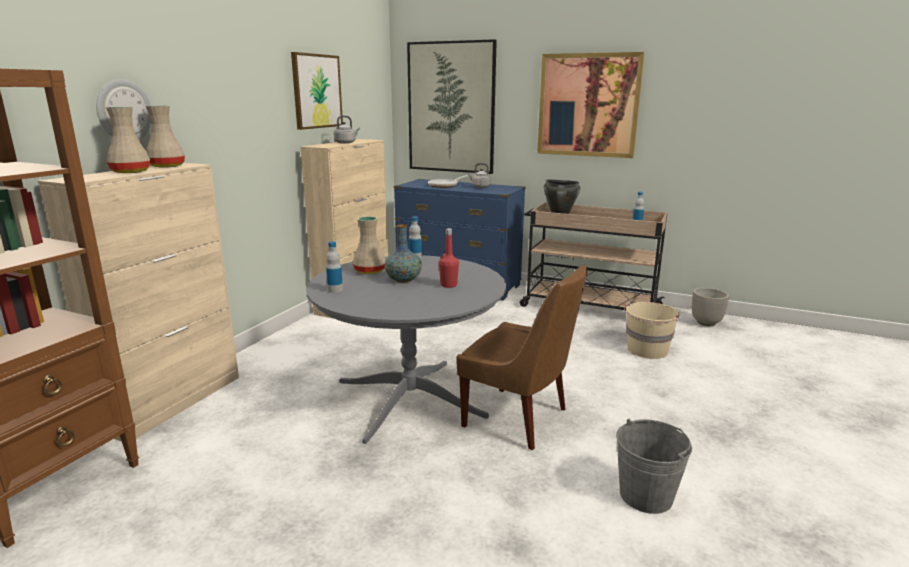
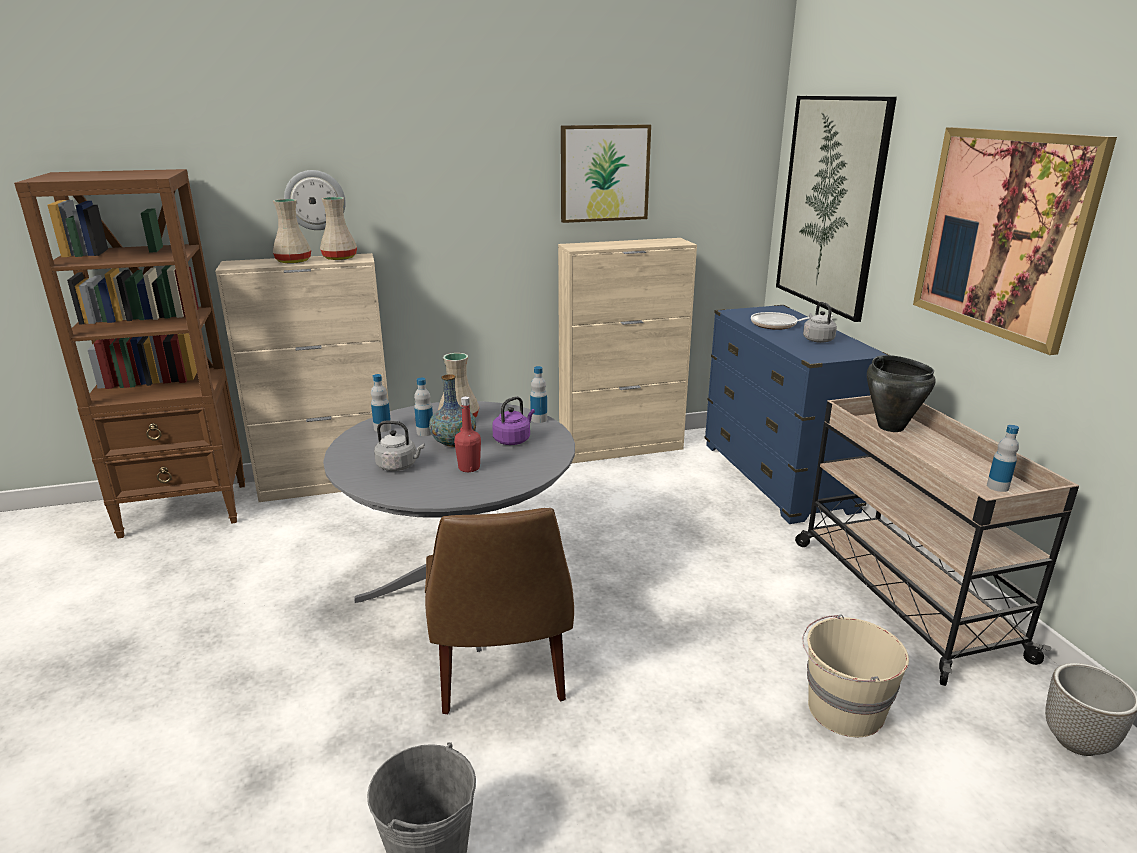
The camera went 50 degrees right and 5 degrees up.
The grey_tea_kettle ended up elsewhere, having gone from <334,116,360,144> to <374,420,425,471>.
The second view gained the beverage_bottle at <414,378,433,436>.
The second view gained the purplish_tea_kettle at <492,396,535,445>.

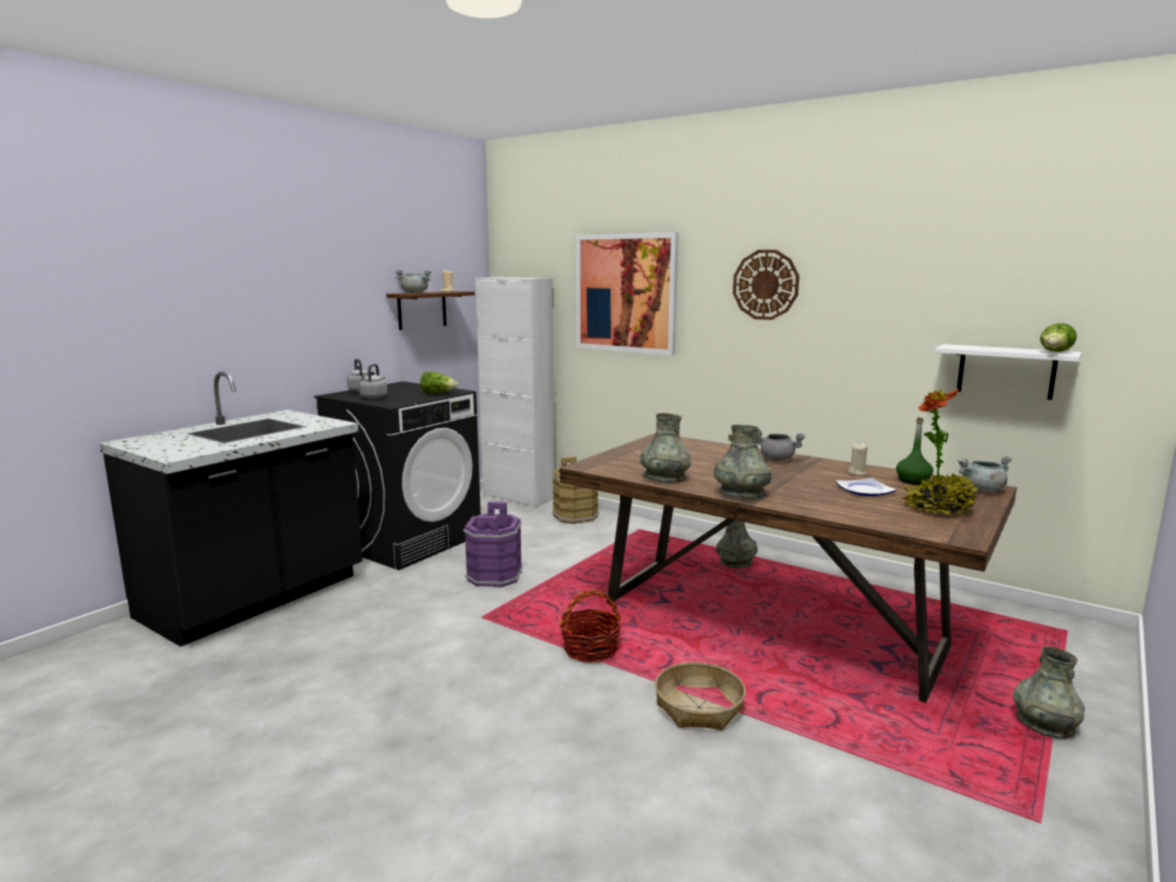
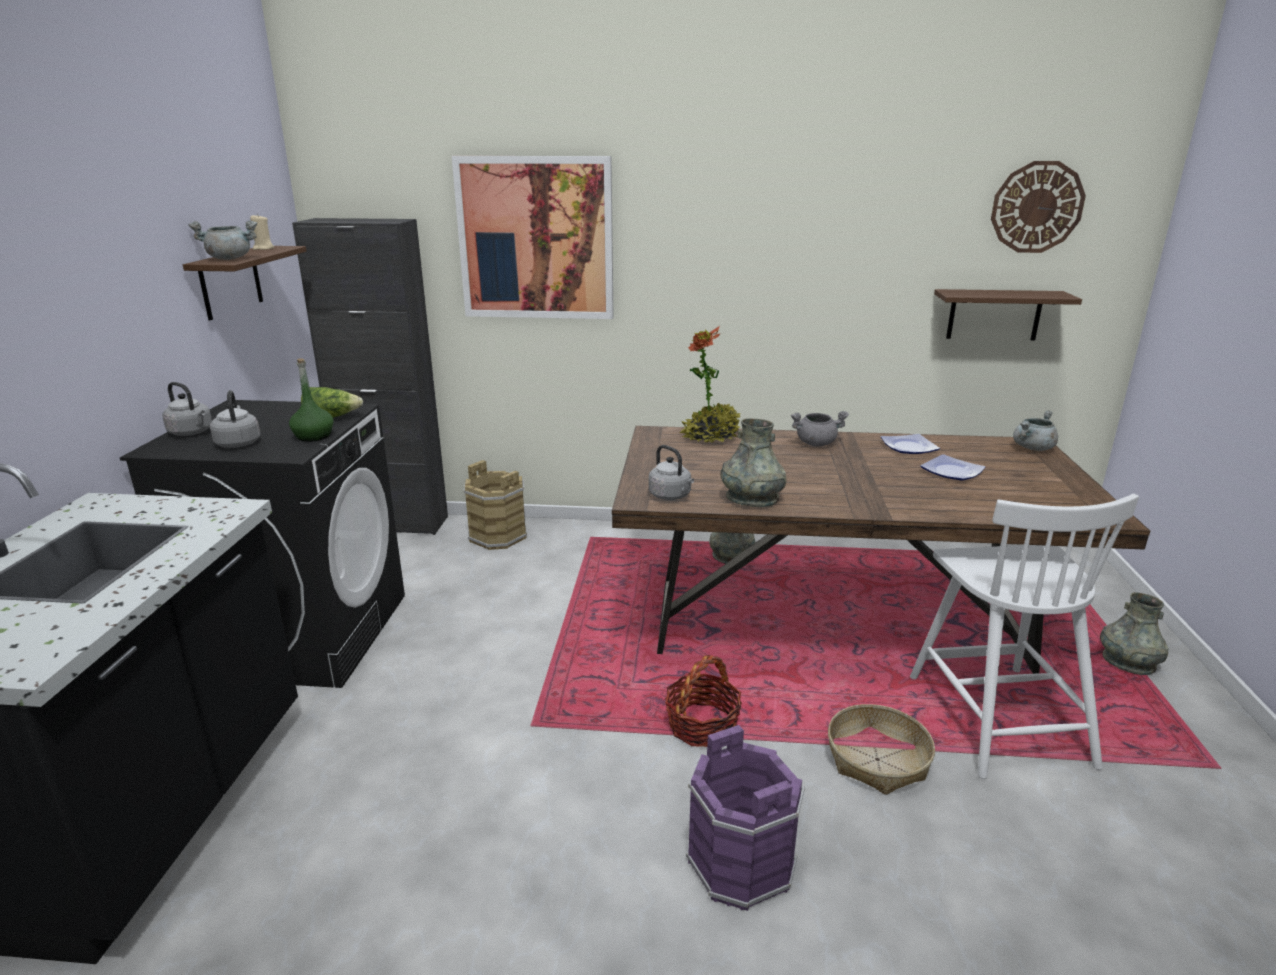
The camera went 30 degrees left and 10 degrees up.
The purplish_water_bucket ended up elsewhere, having gone from <463,502,522,587> to <686,725,805,911>.
What was the whitish_storage_cabinet at <475,277,555,508> turned into the black_storage_cabinet at <292,218,448,535>.
The second view lost the grey_decorative_vase at <714,425,772,499>.
The clock_on_the_wall ended up elsewhere, having gone from <733,250,799,320> to <991,161,1086,253>.
Where the sand-coloured_candle stood at <848,443,868,475>, the dinner_plate came to stand at <881,434,940,454>.
The green-coloured_beverage_bottle ended up elsewhere, having gone from <896,417,933,485> to <289,358,334,442>.
The houseplant ended up elsewhere, having gone from <901,388,978,515> to <679,327,741,443>.
What was the whitish_bracket_shelf at <935,344,1082,400> turned into the brown-coloured_bracket_shelf at <934,289,1082,340>.
The second view lost the lettuce at <1040,323,1077,352>.
The second view gained the grey_tea_kettle at <649,445,694,500>.
The second view gained the whitish_chair at <910,494,1139,779>.

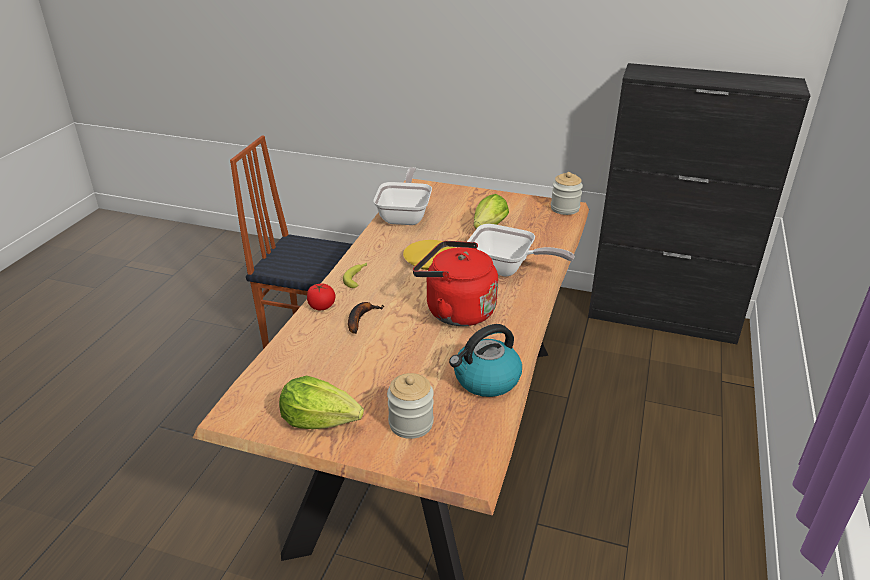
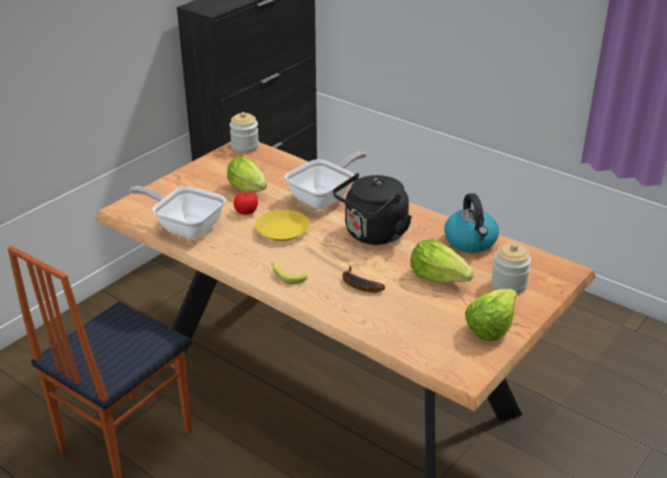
The camera went 70 degrees left and 0 degrees up.
The tomato ended up elsewhere, having gone from <307,284,335,310> to <234,191,258,215>.
What was the red-coloured_tea_kettle at <413,241,498,326> turned into the black_tea_kettle at <333,173,412,245>.
The second view gained the lettuce at <410,240,474,282>.

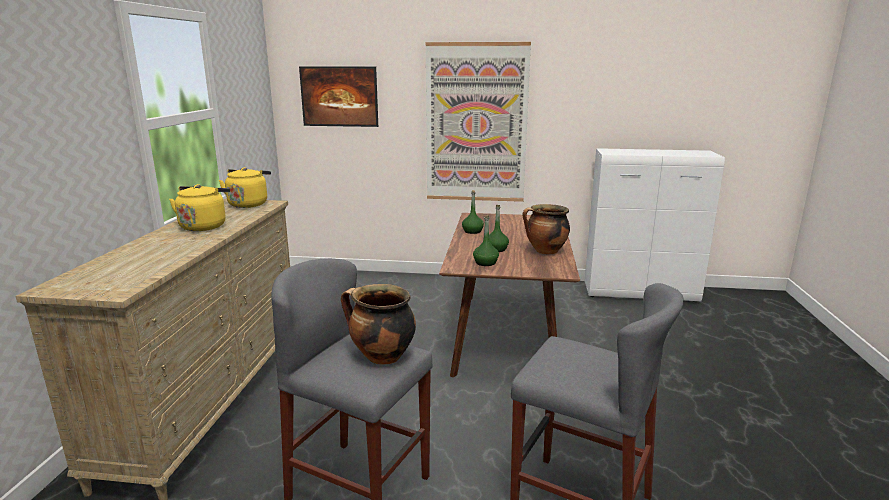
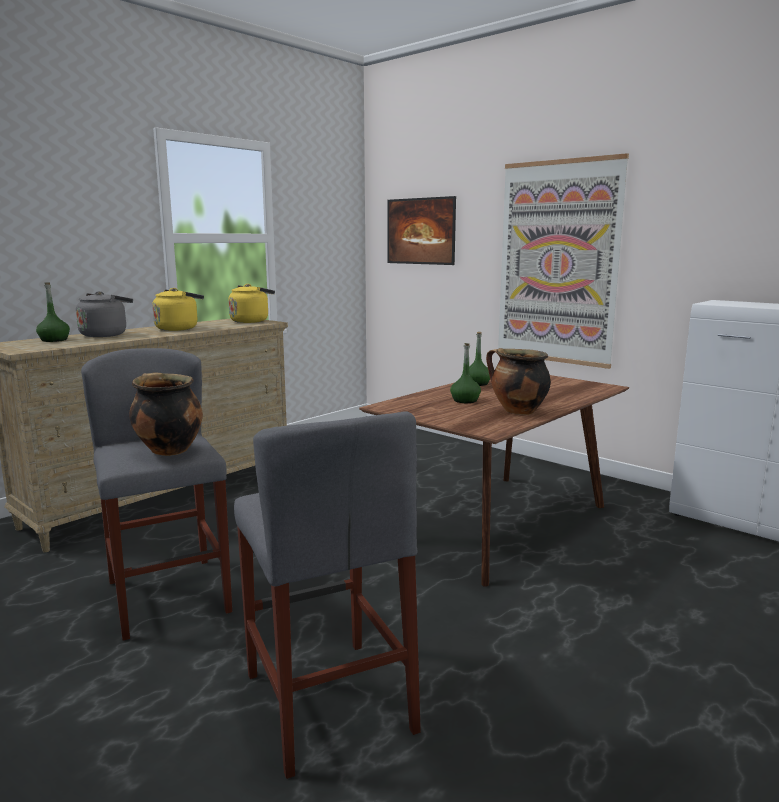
The camera went 35 degrees right and 5 degrees down.
The green-coloured_beverage_bottle ended up elsewhere, having gone from <473,215,499,266> to <36,282,70,342>.
The second view gained the grey_tea_kettle at <76,291,133,337>.

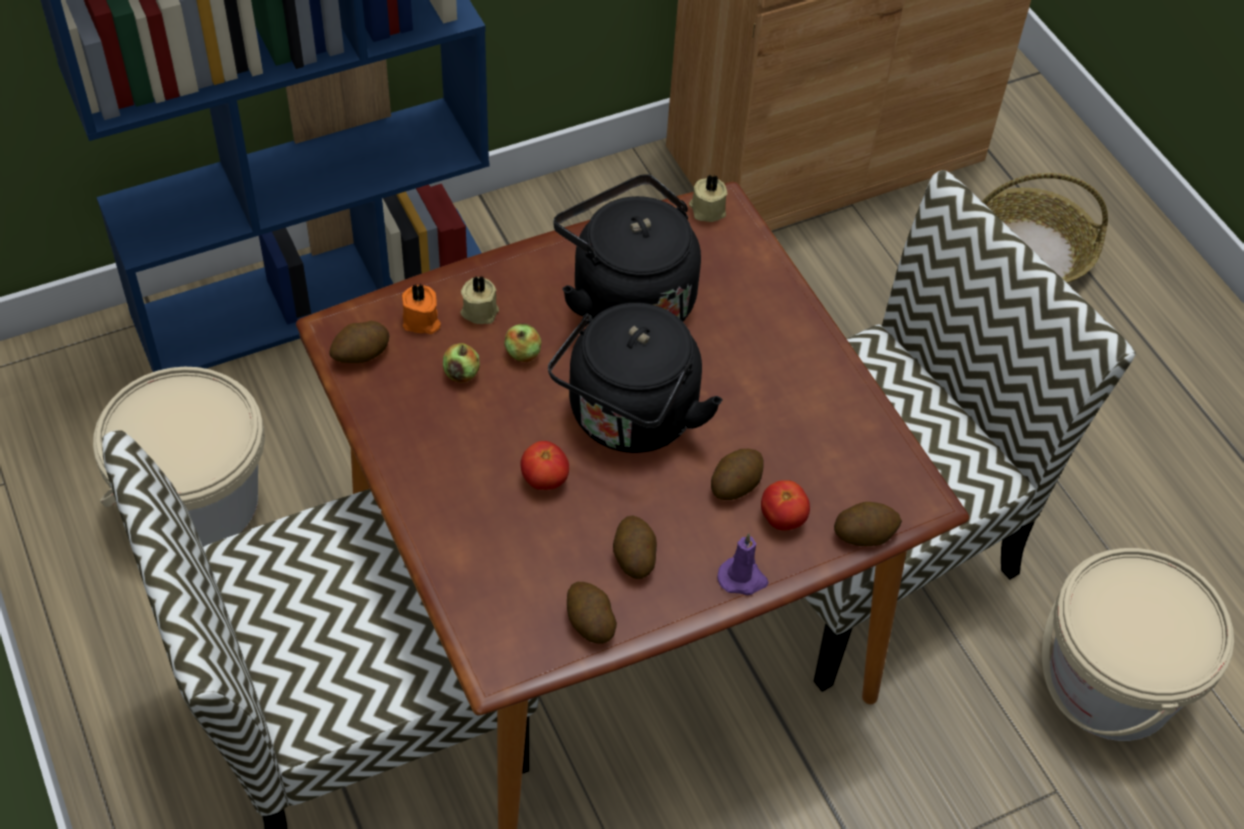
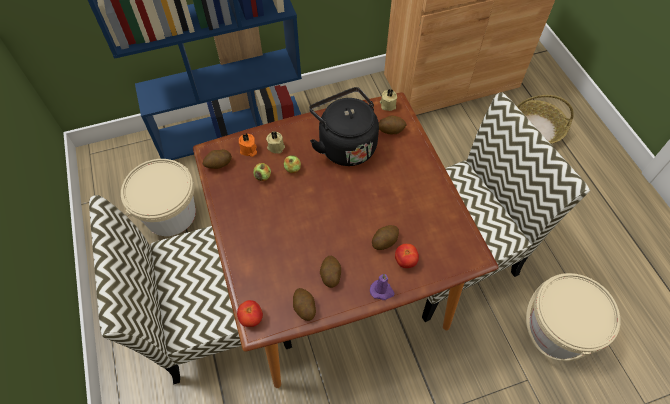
The camera went 10 degrees right and 5 degrees up.
The tomato ended up elsewhere, having gone from <520,441,569,490> to <237,300,263,327>.
The second view lost the black_tea_kettle at <548,303,723,453>.
The potato ended up elsewhere, having gone from <834,502,902,546> to <379,116,407,134>.

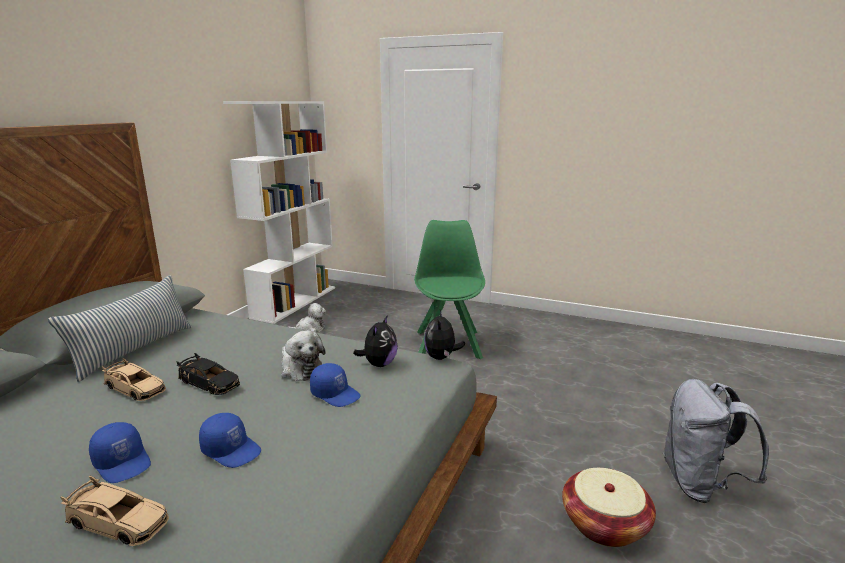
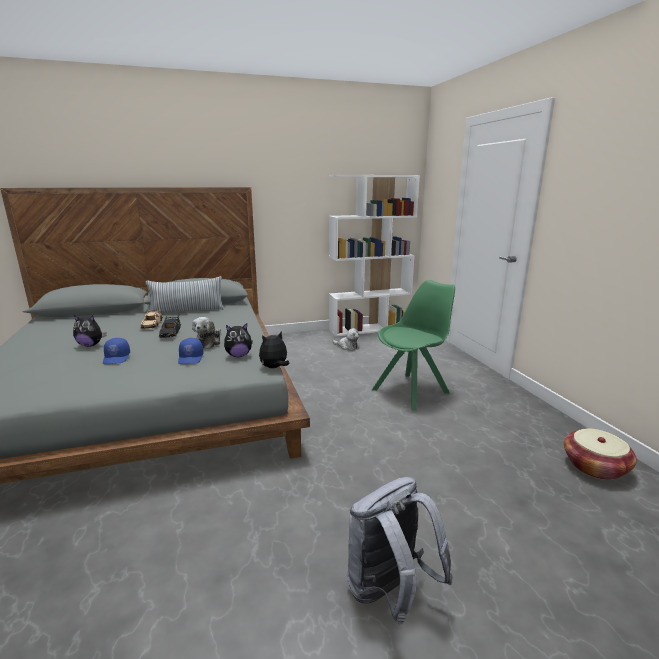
The camera went 50 degrees right and 0 degrees up.
The second view lost the sand-coloured_model_car at <60,476,169,546>.
Where the bluish_cap stood at <89,422,151,483>, the soft_toy came to stand at <73,315,107,347>.
The storage_basket ended up elsewhere, having gone from <562,468,656,547> to <564,429,637,480>.

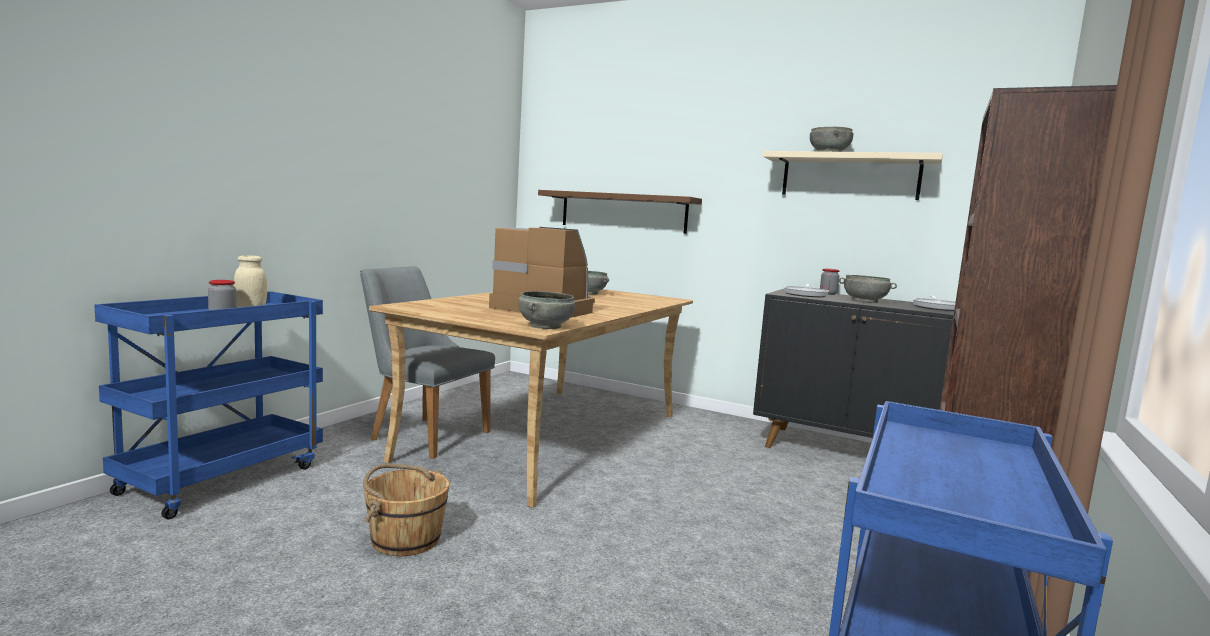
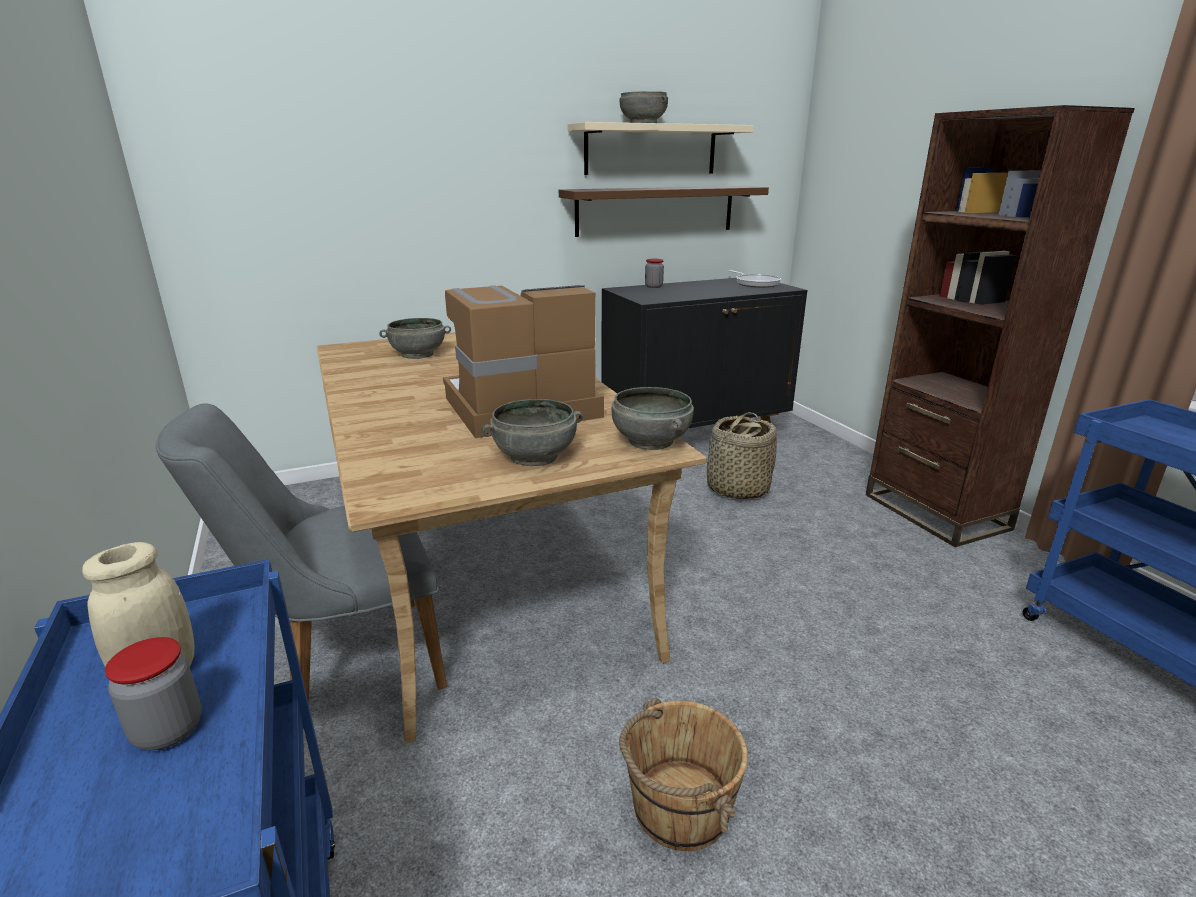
The camera went 50 degrees left and 15 degrees up.
The brown-coloured_bracket_shelf ended up elsewhere, having gone from <538,190,702,234> to <559,186,769,237>.
The second view lost the skillet at <784,284,829,297>.
The grey_serving_bowl ended up elsewhere, having gone from <839,275,897,303> to <482,399,583,466>.
The second view gained the storage_basket at <707,413,777,499>.

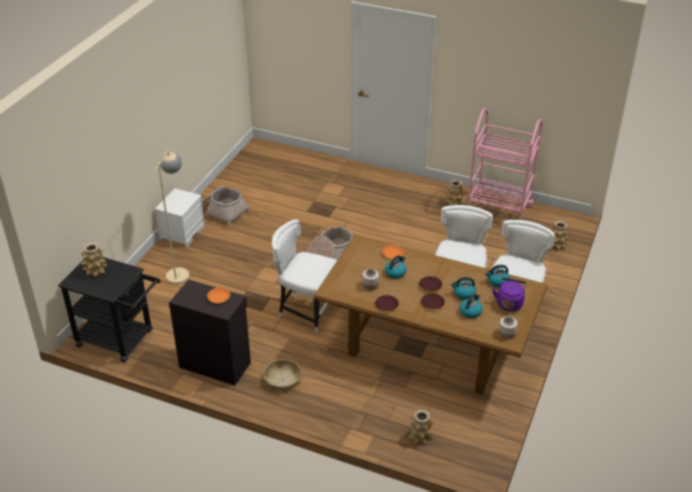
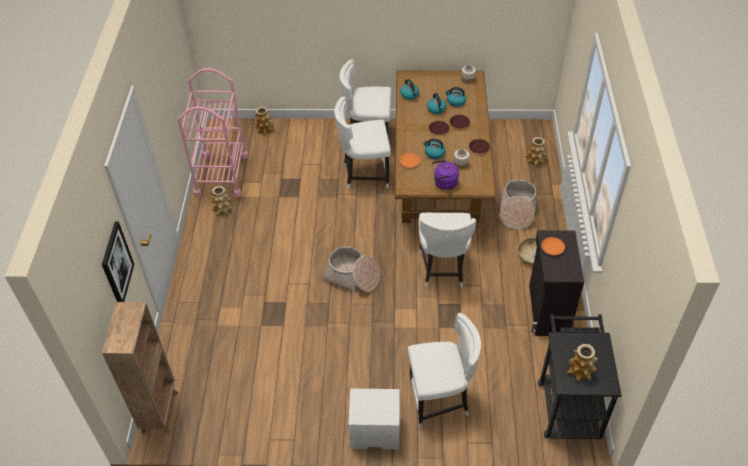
The camera went 110 degrees left and 10 degrees up.
Where the sand-coloured_standard_lamp stood at <155,151,189,284>, the whitish_chair came to stand at <408,313,481,428>.
The storage_basket ended up elsewhere, having gone from <202,186,250,226> to <499,180,537,230>.
The purplish_tea_kettle ended up elsewhere, having gone from <492,278,527,311> to <432,160,459,190>.
The second view gained the wall_picture at <102,222,134,302>.
The second view gained the brown-coloured_bookshelf at <102,302,178,434>.

